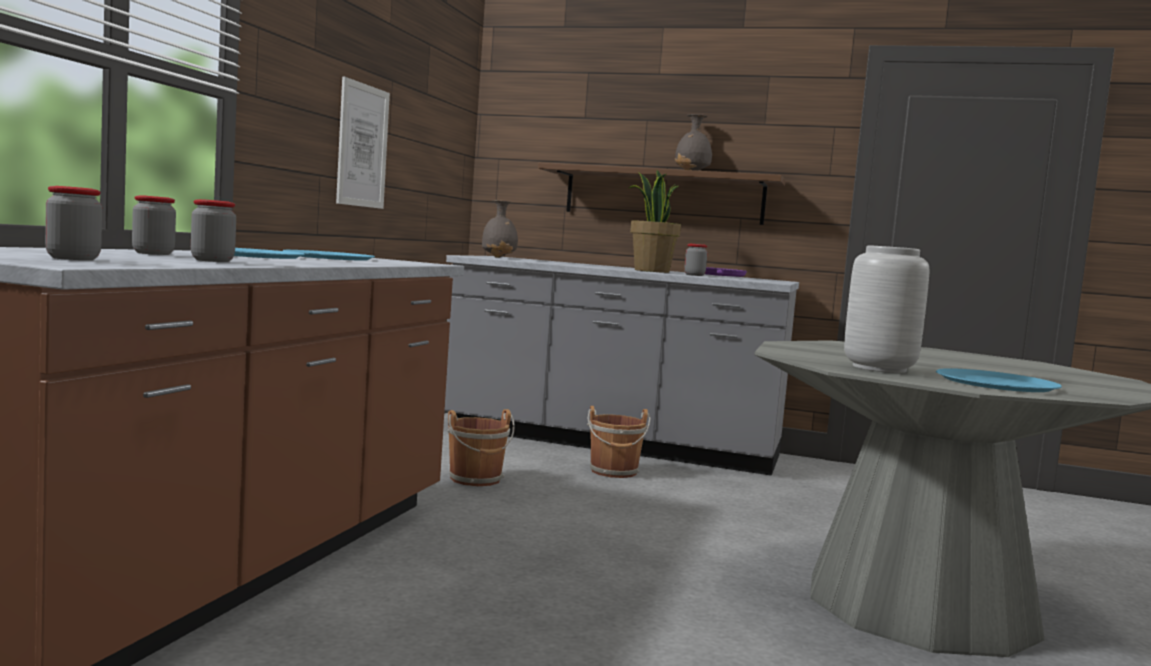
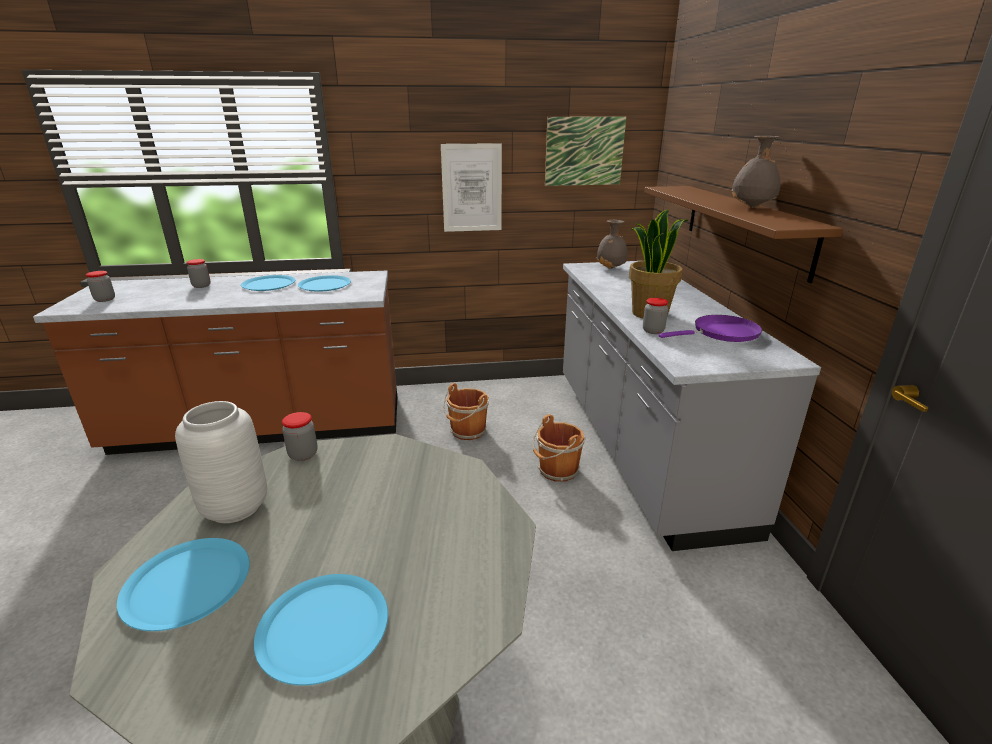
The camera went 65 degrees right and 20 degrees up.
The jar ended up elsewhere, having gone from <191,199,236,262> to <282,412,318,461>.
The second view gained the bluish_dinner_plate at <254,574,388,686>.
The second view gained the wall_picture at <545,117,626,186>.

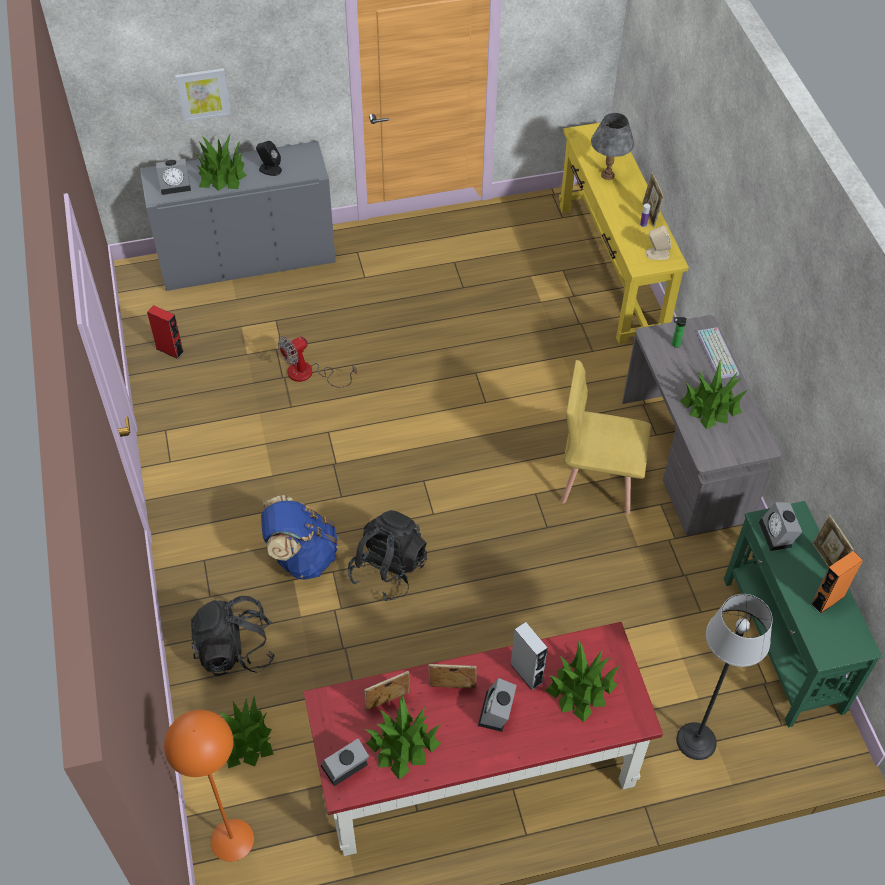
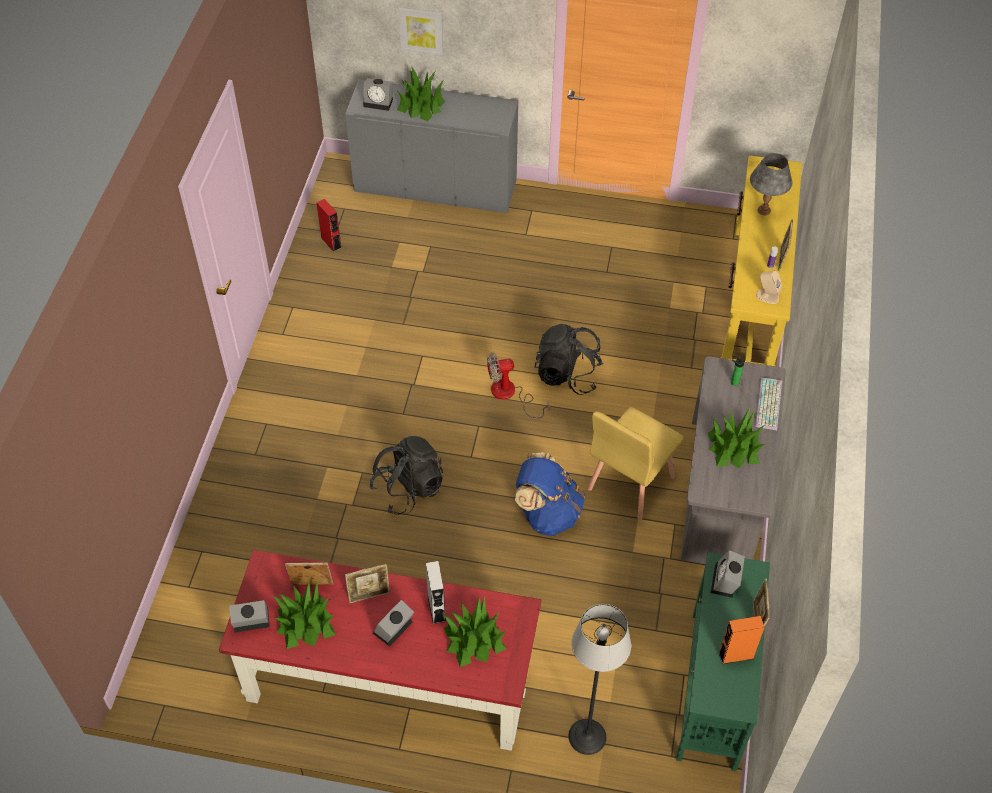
The camera went 25 degrees right and 0 degrees up.
The second view lost the orange-coloured_standard_lamp at <164,710,254,862>.
The black_knapsack ended up elsewhere, having gone from <191,596,275,676> to <535,324,603,395>.
The second view lost the houseplant at <220,695,274,768>.
The second view lost the black_speaker at <256,141,282,176>.
The bluish_knapsack ended up elsewhere, having gone from <261,495,338,580> to <515,452,585,536>.
The fan ended up elsewhere, having gone from <278,336,357,388> to <487,353,550,418>.
The standing_frame at <428,664,477,689> ended up facing another way, 135 degrees clockwise from before.
The yellow-coloured_chair at <561,360,651,514> ended up facing another way, 90 degrees counterclockwise from before.

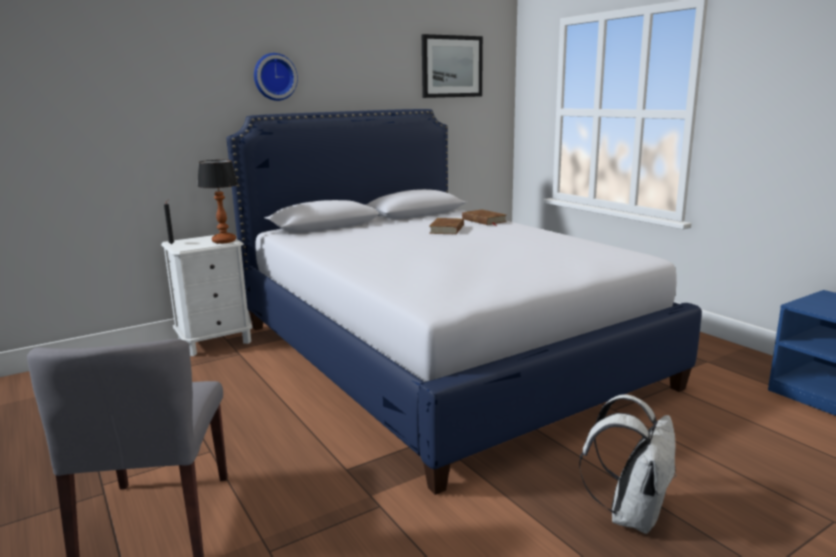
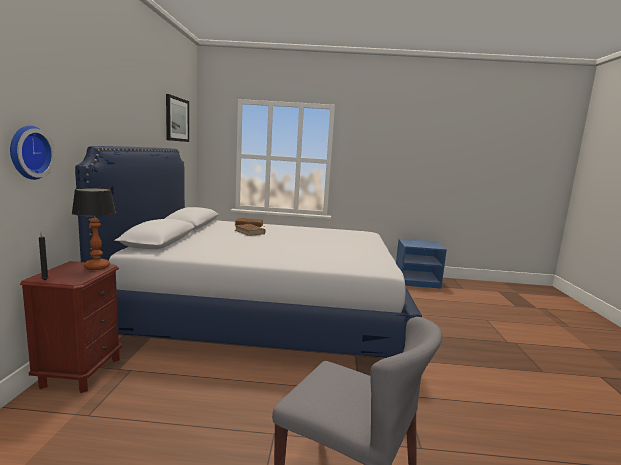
The camera went 55 degrees left and 5 degrees down.
What was the whitish_nightstand at <161,235,252,356> turned into the brown-coloured_nightstand at <20,261,122,393>.
The clock_on_the_wall ended up elsewhere, having gone from <254,53,298,101> to <10,126,55,180>.
The second view lost the whitish_knapsack at <579,394,676,534>.

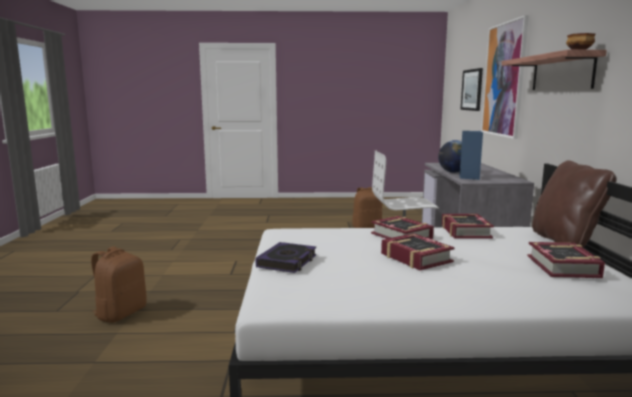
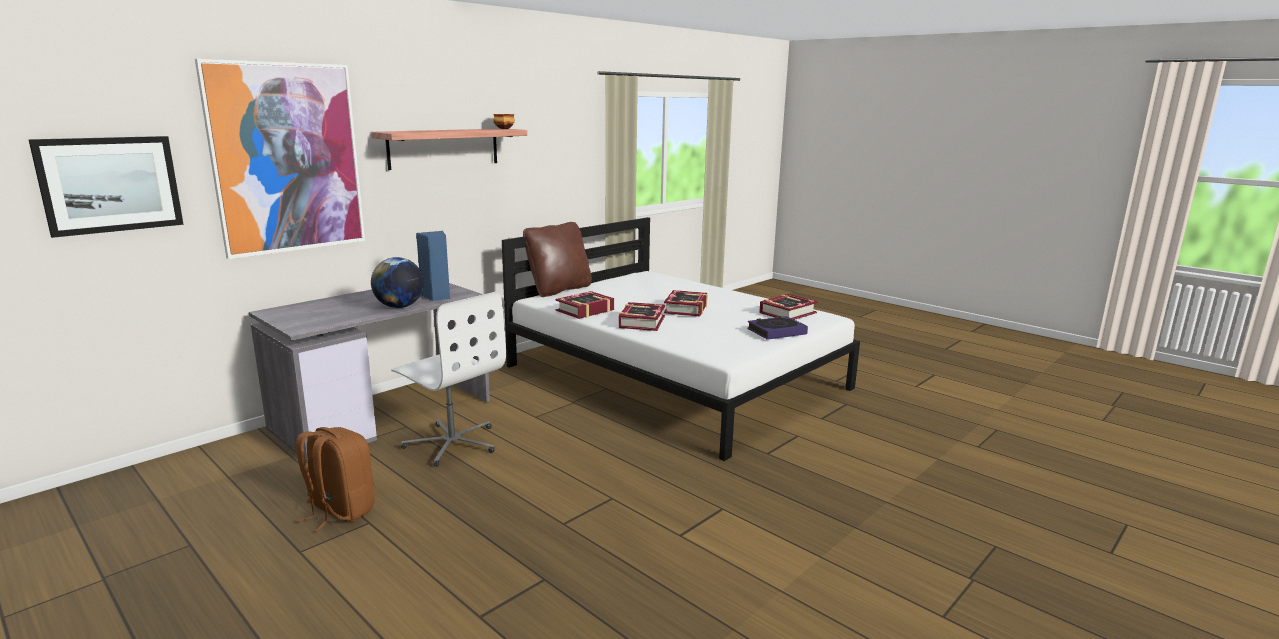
The camera went 135 degrees left and 5 degrees up.
The second view lost the brown-coloured_knapsack at <91,247,147,323>.
The volume ended up elsewhere, having gone from <527,242,605,278> to <759,294,818,320>.

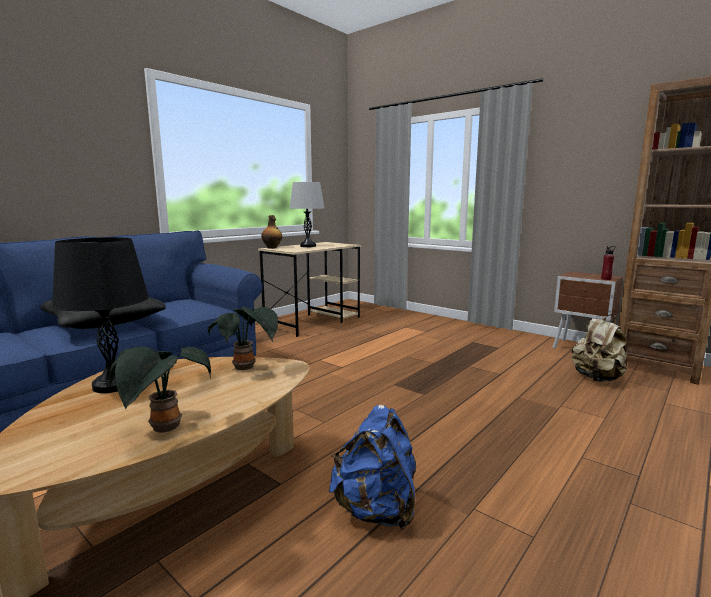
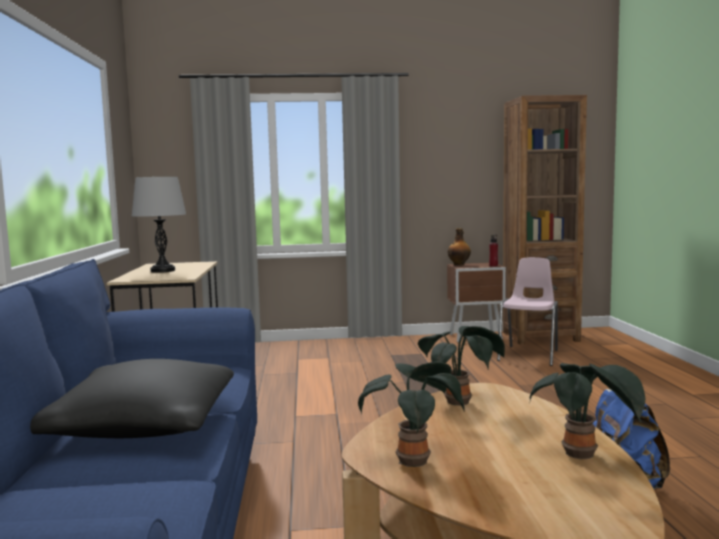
The camera went 45 degrees left and 5 degrees down.
Where the black_tabletop_lamp stood at <52,237,149,393>, the houseplant came to stand at <358,362,465,467>.
The beverage_bottle ended up elsewhere, having gone from <261,215,282,249> to <448,228,471,266>.
Where the sand-coloured_knapsack stood at <572,314,627,382>, the pinkish_chair came to stand at <497,257,558,366>.

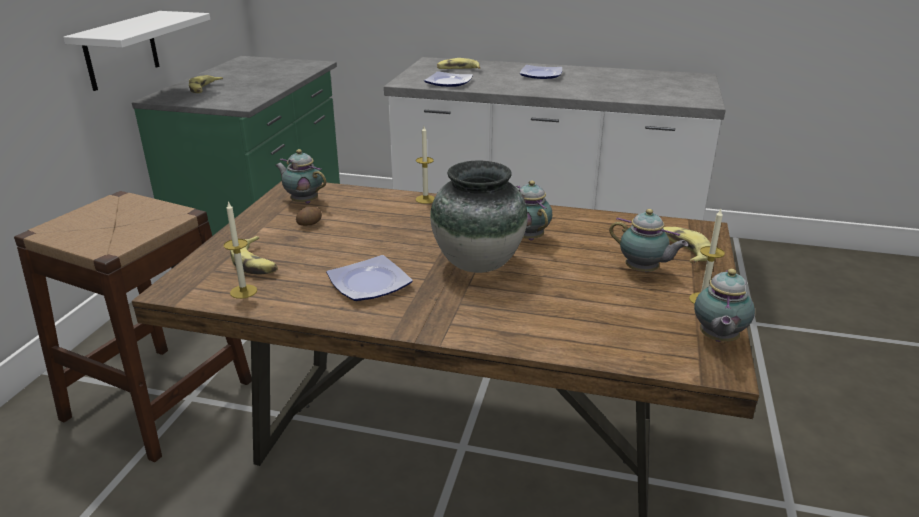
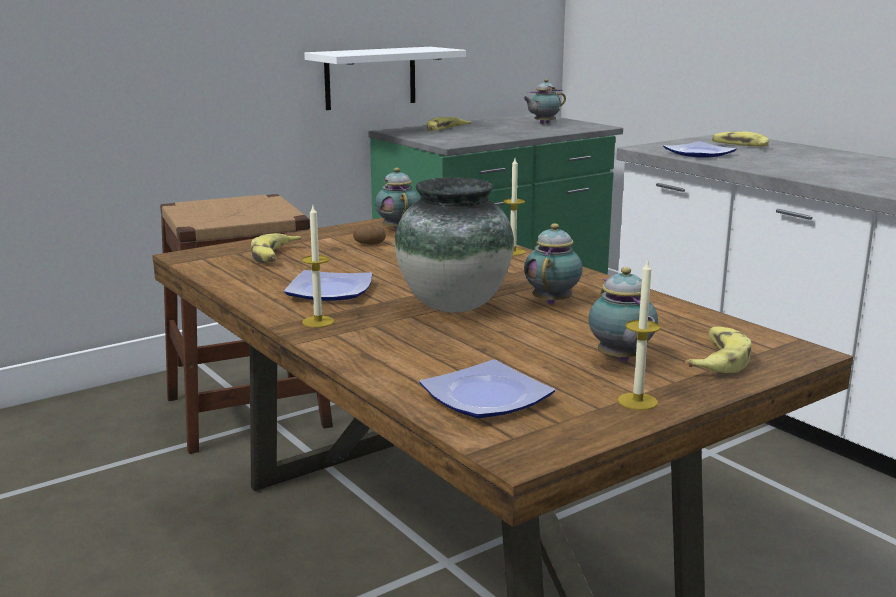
The camera went 40 degrees right and 10 degrees down.
The candle ended up elsewhere, having gone from <224,201,257,299> to <301,206,334,328>.
The dinner_plate ended up elsewhere, having gone from <520,65,562,79> to <419,360,555,418>.
The tea_pot ended up elsewhere, having gone from <694,269,755,342> to <523,79,566,124>.

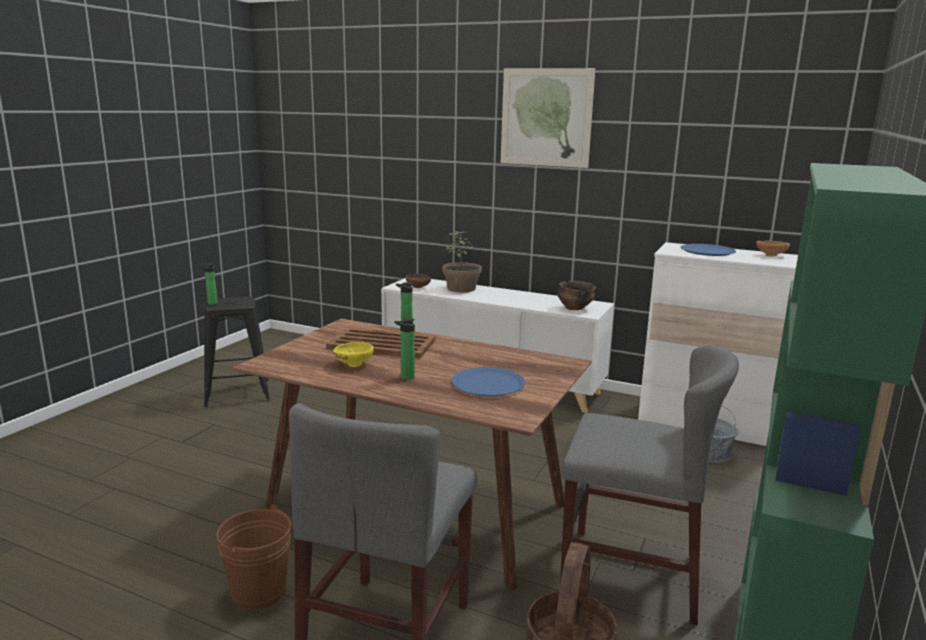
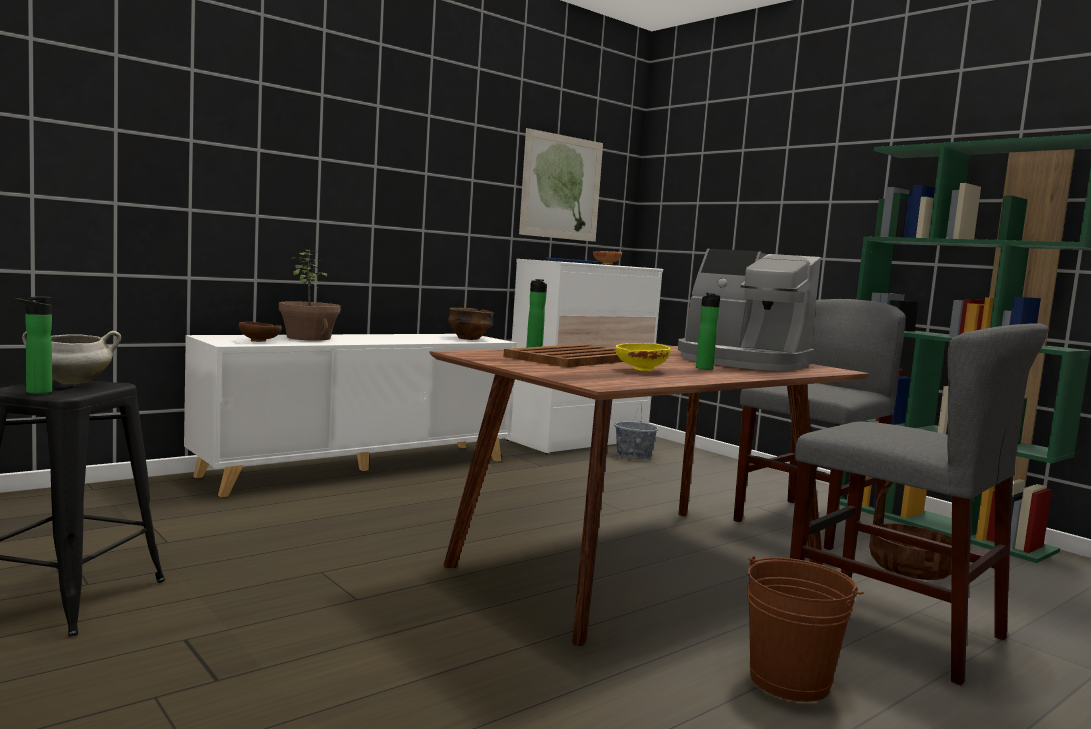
The camera went 65 degrees left and 10 degrees down.
Where the bluish_dinner_plate stood at <452,367,525,396>, the coffee_machine came to stand at <678,248,821,371>.
The wall_picture ended up elsewhere, having gone from <501,68,595,168> to <519,128,603,242>.
The second view gained the whitish_stockpot at <22,331,121,384>.

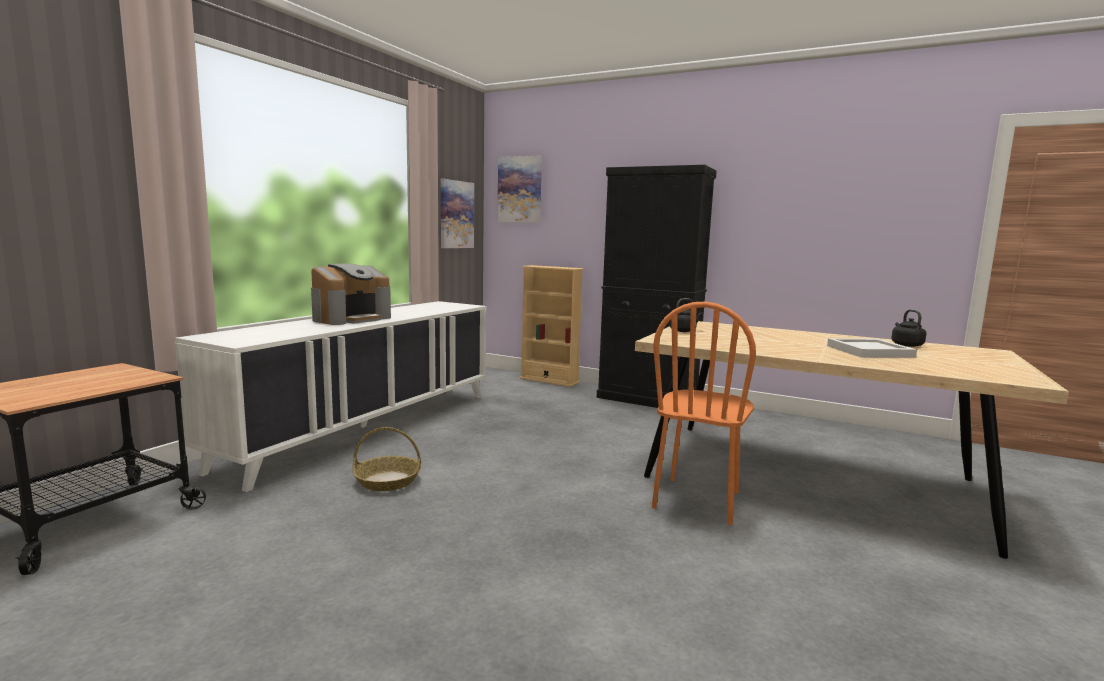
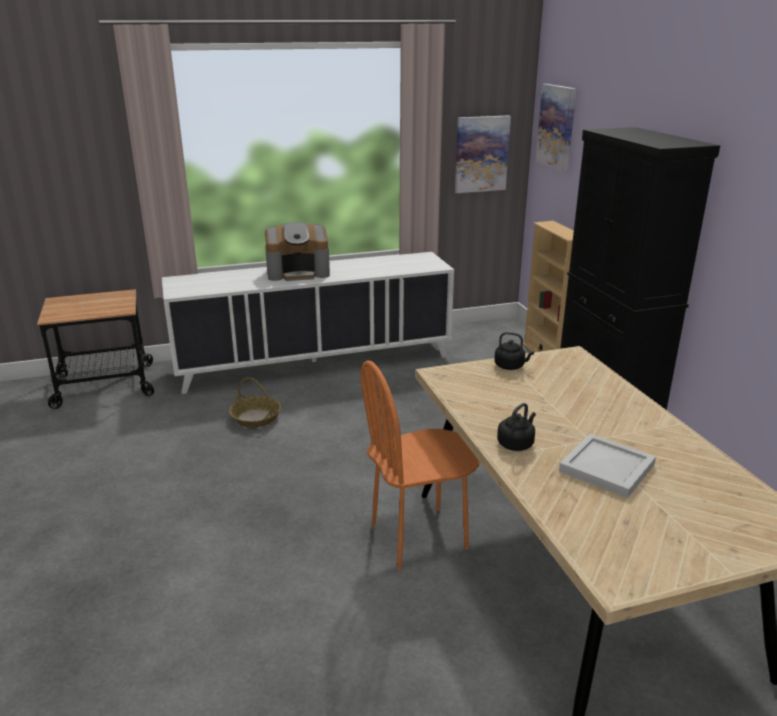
The camera went 45 degrees right and 15 degrees up.
The black_tea_kettle ended up elsewhere, having gone from <891,309,926,347> to <497,403,536,451>.

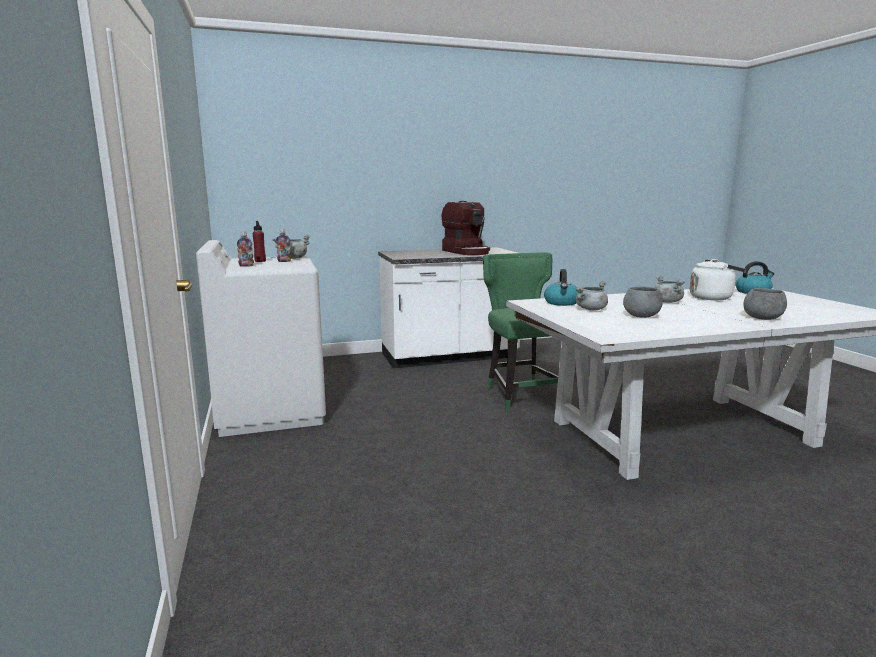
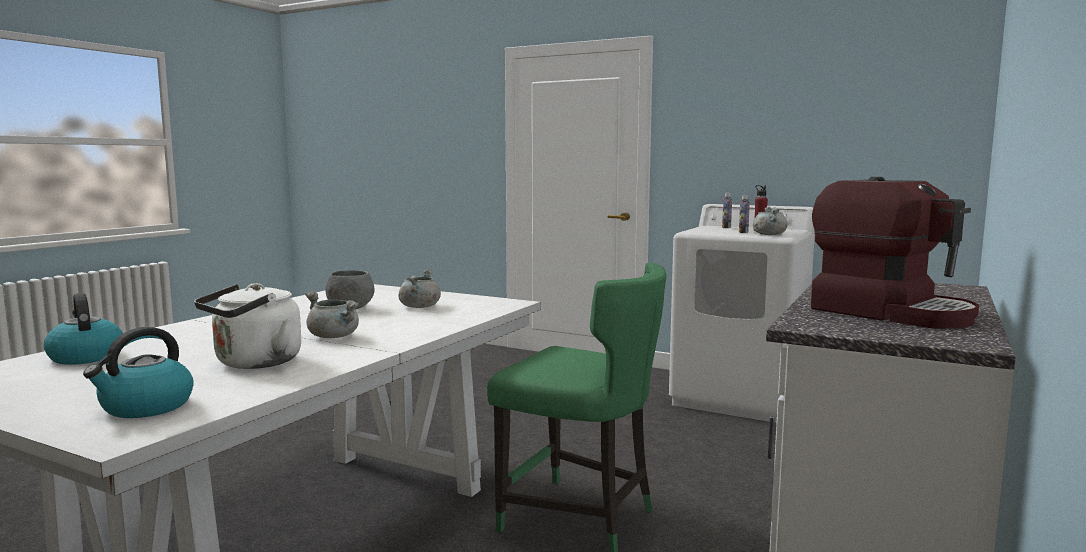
The camera went 135 degrees right and 5 degrees down.
The coffee_machine at <442,201,490,255> ended up facing another way, 150 degrees counterclockwise from before.
The tea_kettle ended up elsewhere, having gone from <544,269,578,306> to <43,293,123,365>.
The second view lost the grey_serving_bowl at <743,288,787,320>.

